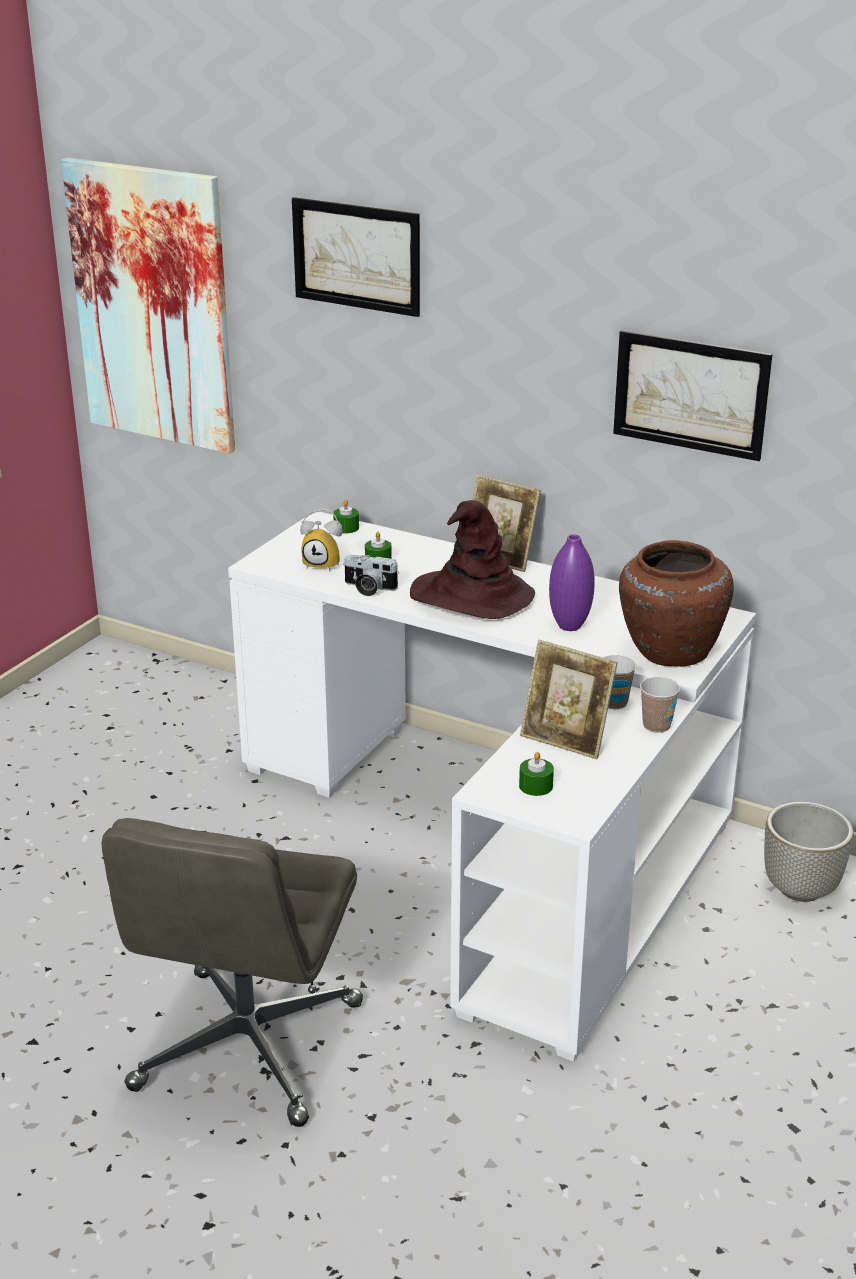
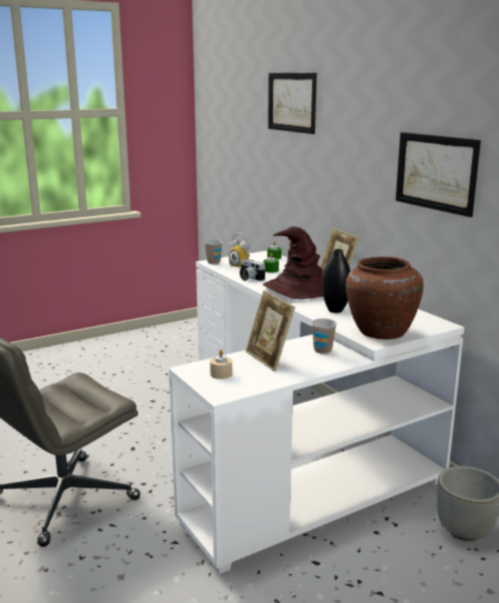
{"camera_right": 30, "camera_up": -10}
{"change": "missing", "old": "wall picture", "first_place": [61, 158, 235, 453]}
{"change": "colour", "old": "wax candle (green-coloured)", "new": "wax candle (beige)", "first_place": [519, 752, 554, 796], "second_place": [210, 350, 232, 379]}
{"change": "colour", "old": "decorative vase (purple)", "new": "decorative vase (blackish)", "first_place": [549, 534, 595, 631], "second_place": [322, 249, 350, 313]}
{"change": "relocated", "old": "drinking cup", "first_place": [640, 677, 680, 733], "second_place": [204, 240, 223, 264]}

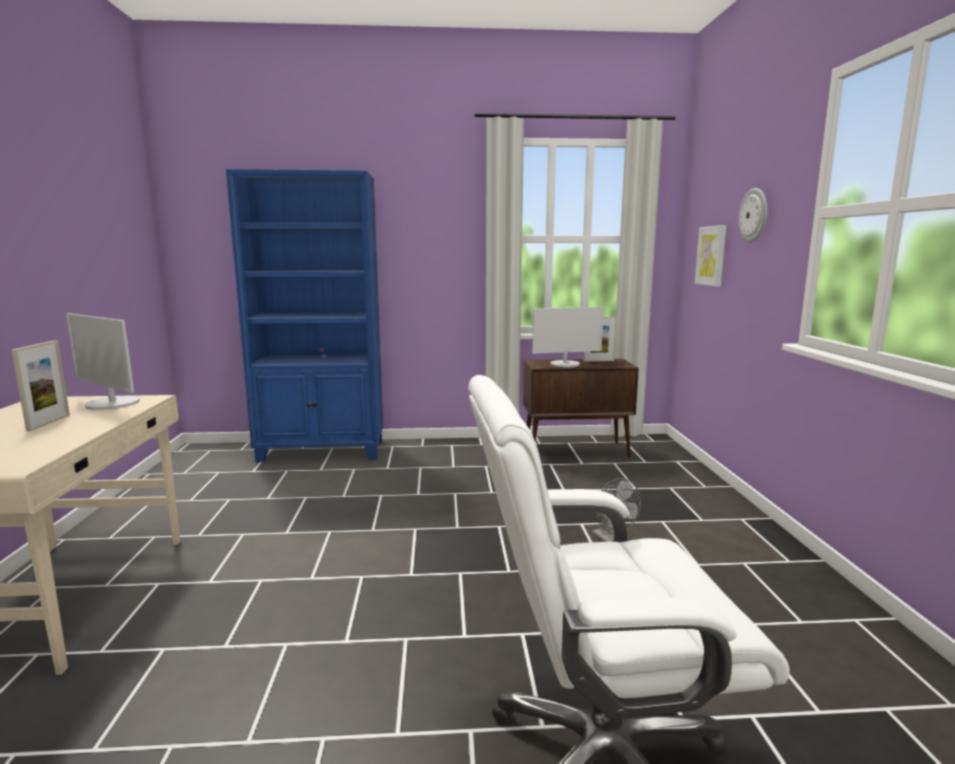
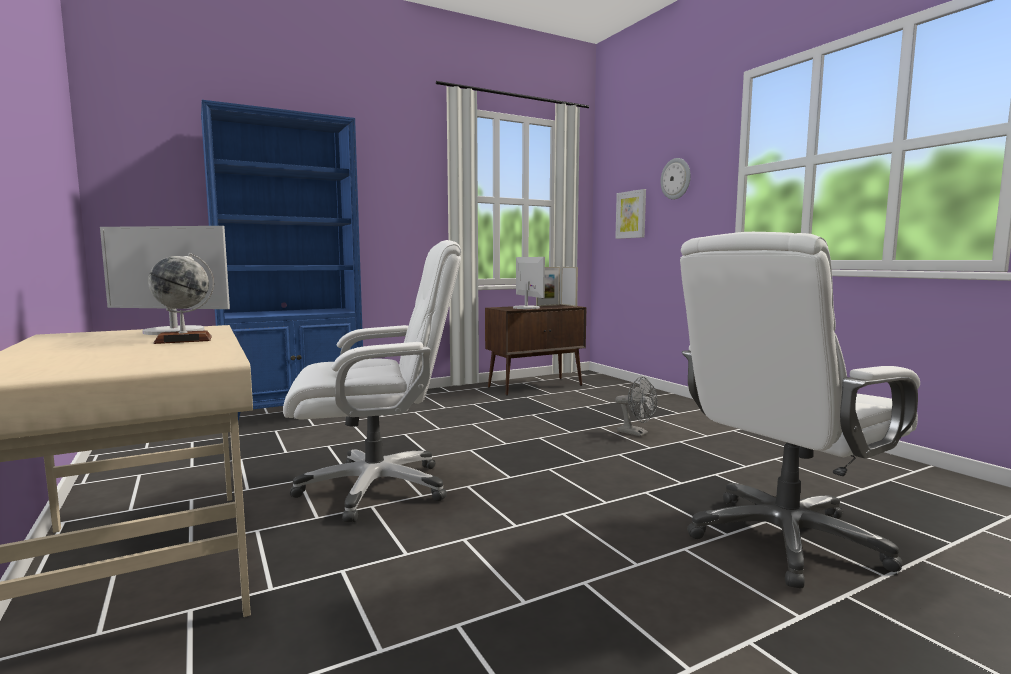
{"camera_right": -25, "camera_up": -5}
{"change": "relocated", "old": "picture frame", "first_place": [11, 340, 70, 431], "second_place": [561, 267, 578, 307]}
{"change": "spun", "old": "computer display", "first_place": [532, 307, 604, 367], "second_place": [513, 257, 545, 309], "degrees": -75}
{"change": "appeared", "new": "world globe", "second_place": [148, 253, 214, 344]}
{"change": "appeared", "new": "computer chair (whitish)", "second_place": [283, 240, 461, 522]}

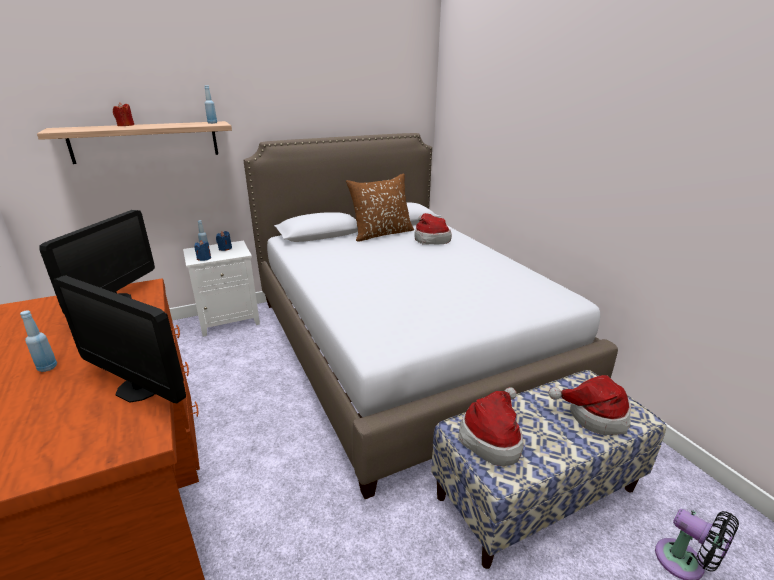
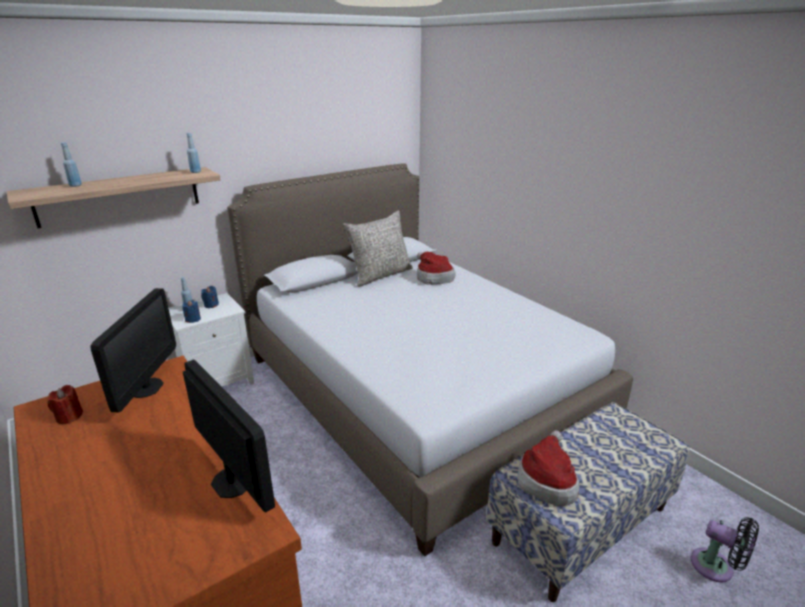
{"camera_right": -10, "camera_up": 0}
{"change": "relocated", "old": "bottle (blue-coloured)", "first_place": [20, 310, 57, 372], "second_place": [61, 142, 82, 187]}
{"change": "spun", "old": "computer display", "first_place": [53, 275, 186, 403], "second_place": [183, 359, 275, 513], "degrees": -150}
{"change": "relocated", "old": "wax candle (red)", "first_place": [113, 103, 134, 126], "second_place": [48, 385, 83, 424]}
{"change": "colour", "old": "throw pillow (brown-coloured)", "new": "throw pillow (greyish)", "first_place": [346, 173, 414, 241], "second_place": [343, 210, 413, 286]}
{"change": "missing", "old": "clothing hat", "first_place": [549, 375, 631, 435]}

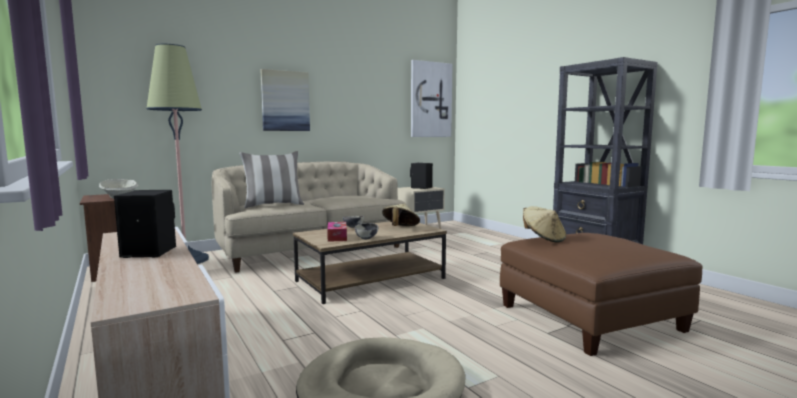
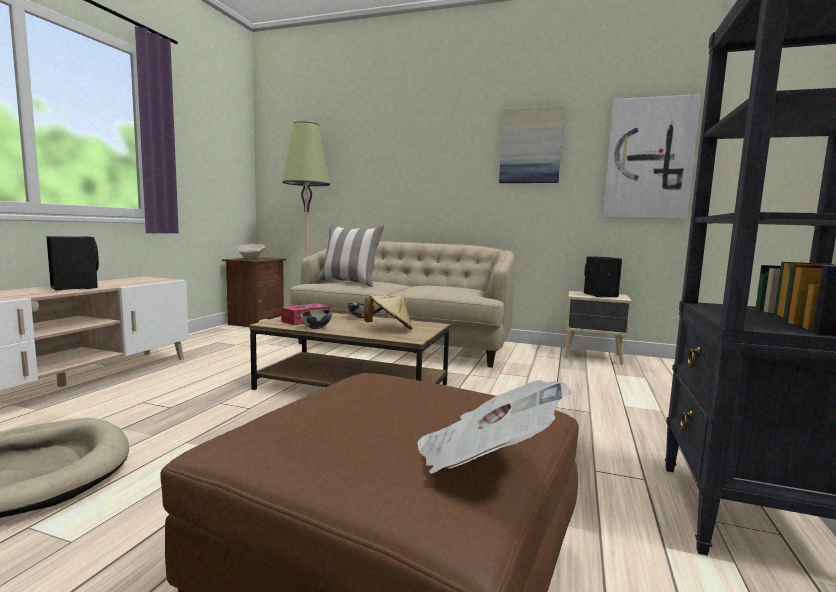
{"camera_right": 50, "camera_up": 0}
{"change": "relocated", "old": "wall picture", "first_place": [260, 69, 310, 131], "second_place": [499, 105, 564, 183]}
{"change": "missing", "old": "clothing hat (beige)", "first_place": [523, 206, 566, 242]}
{"change": "appeared", "new": "daily paper", "second_place": [417, 380, 571, 474]}

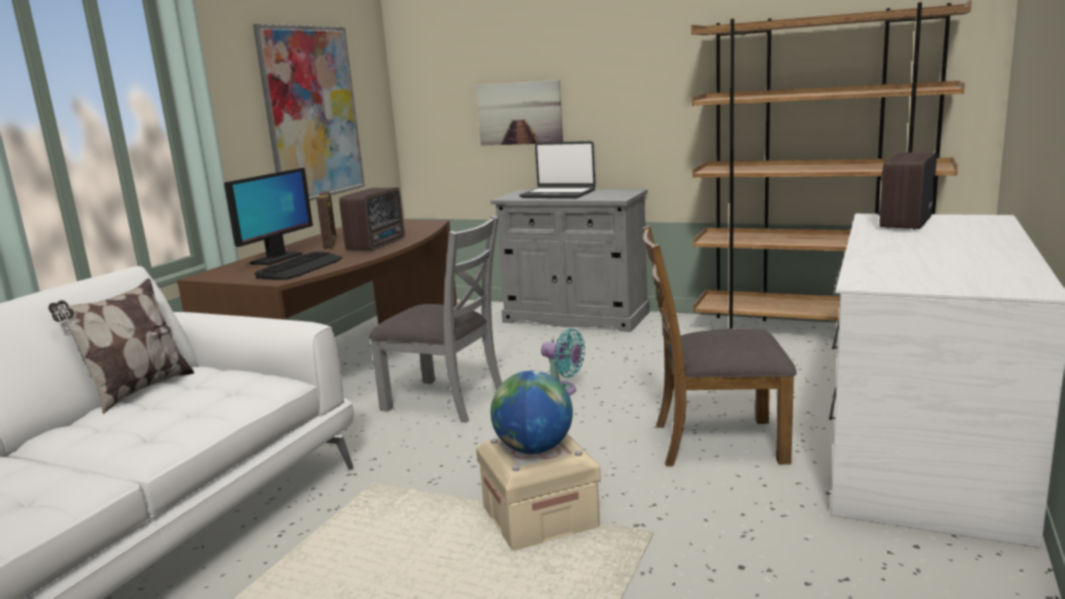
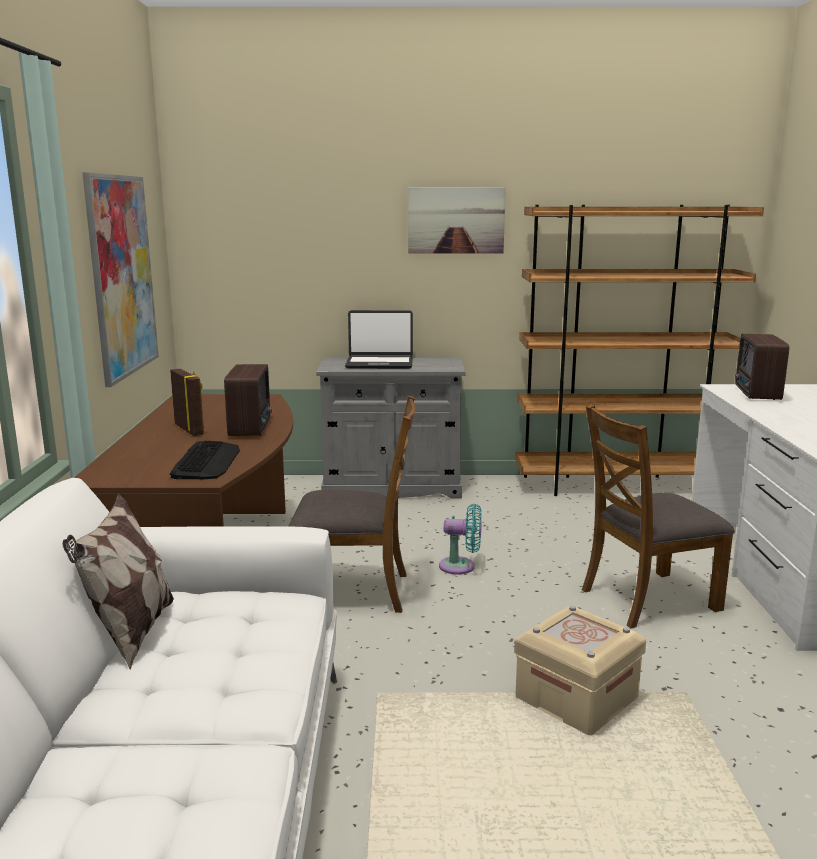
{"camera_right": -25, "camera_up": 0}
{"change": "missing", "old": "computer display", "first_place": [224, 168, 313, 265]}
{"change": "colour", "old": "upright chair (greyish)", "new": "upright chair (brown-coloured)", "first_place": [369, 216, 502, 423], "second_place": [288, 395, 416, 613]}
{"change": "relocated", "old": "wall picture", "first_place": [476, 80, 563, 145], "second_place": [408, 187, 506, 253]}
{"change": "missing", "old": "world globe", "first_place": [491, 371, 573, 454]}

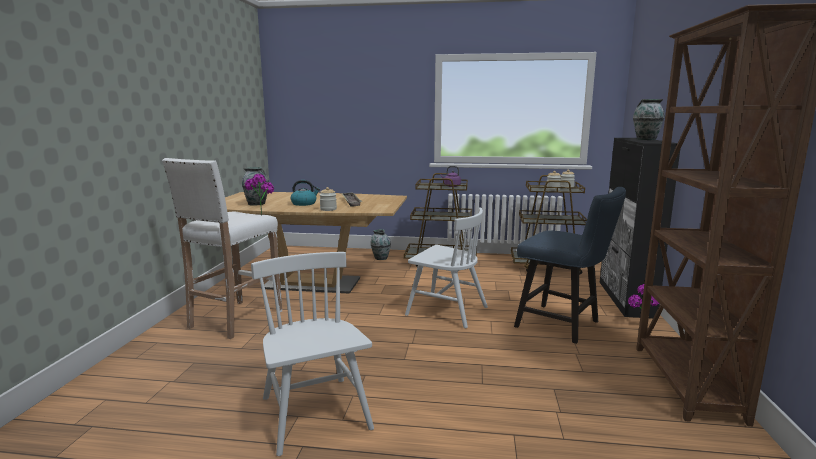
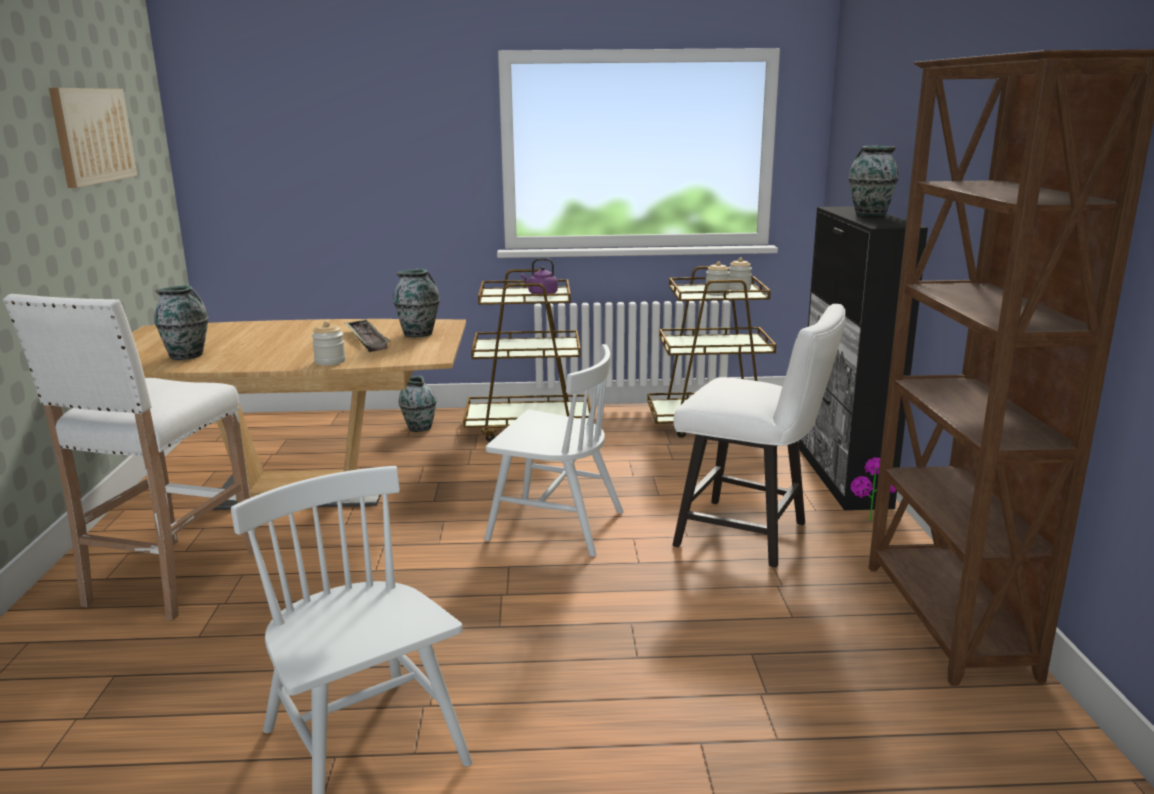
{"camera_right": -10, "camera_up": 5}
{"change": "missing", "old": "plant in a pot", "first_place": [245, 174, 274, 215]}
{"change": "missing", "old": "kettle", "first_place": [291, 180, 320, 206]}
{"change": "colour", "old": "upright chair (blue-coloured)", "new": "upright chair (whitish)", "first_place": [514, 187, 626, 344], "second_place": [673, 304, 846, 567]}
{"change": "appeared", "new": "wall picture", "second_place": [49, 88, 137, 188]}
{"change": "appeared", "new": "decorative vase", "second_place": [393, 269, 440, 337]}

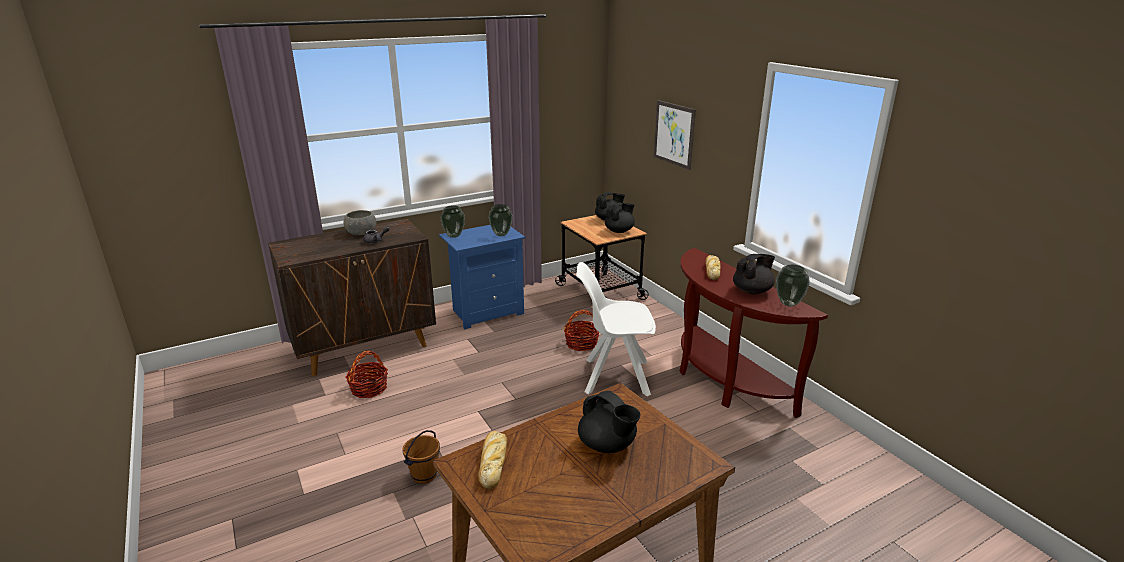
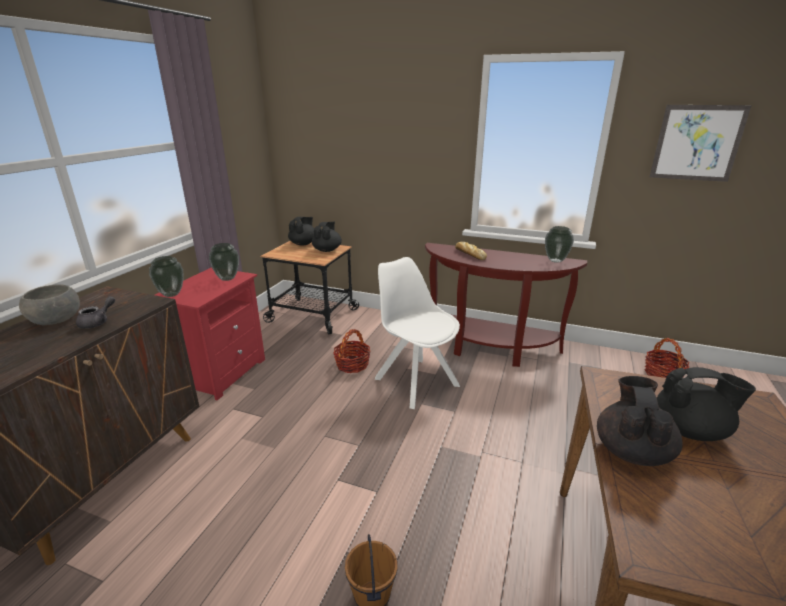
{"camera_right": -40, "camera_up": 0}
{"change": "relocated", "old": "household basket", "first_place": [346, 351, 388, 398], "second_place": [644, 338, 689, 378]}
{"change": "colour", "old": "bedside table (blue-coloured)", "new": "bedside table (red)", "first_place": [439, 225, 525, 329], "second_place": [155, 267, 265, 400]}
{"change": "missing", "old": "bakery bread", "first_place": [478, 431, 507, 489]}
{"change": "spun", "old": "upright chair (whitish)", "first_place": [576, 262, 656, 396], "second_place": [375, 257, 460, 409], "degrees": 90}
{"change": "relocated", "old": "wall picture", "first_place": [654, 100, 696, 170], "second_place": [650, 105, 752, 182]}
{"change": "relocated", "old": "tea pot (blackish)", "first_place": [733, 254, 775, 294], "second_place": [597, 376, 683, 466]}

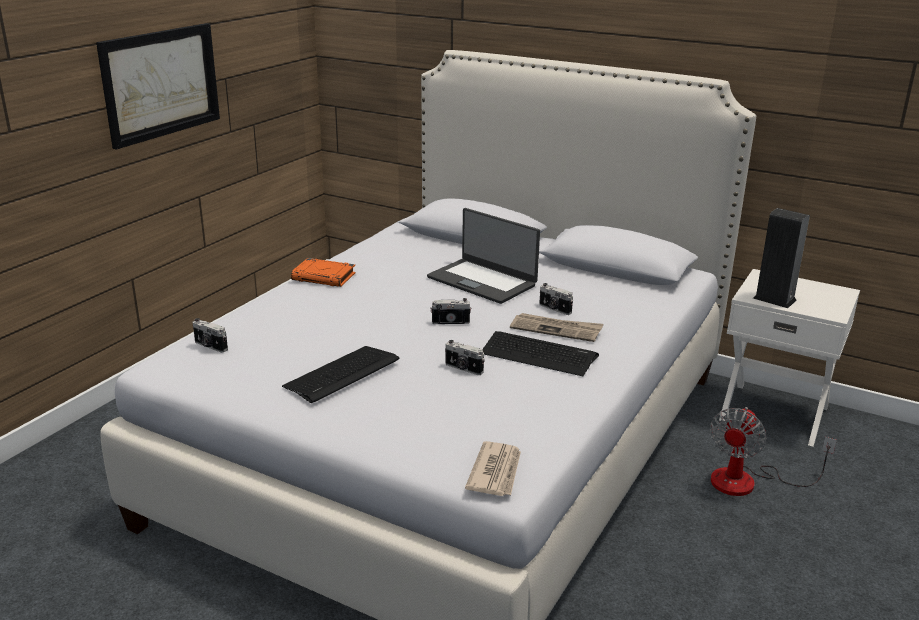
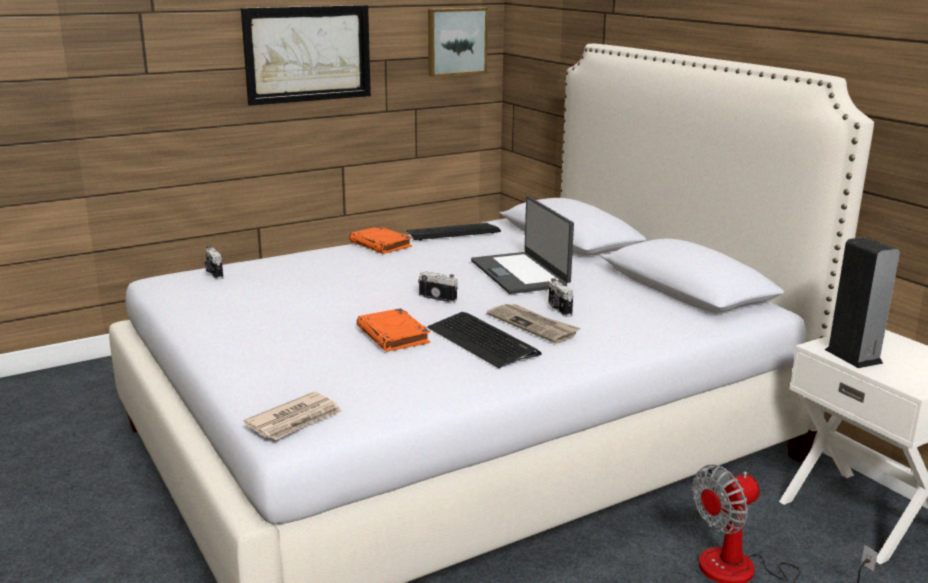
{"camera_right": 30, "camera_up": -5}
{"change": "relocated", "old": "keyboard", "first_place": [282, 346, 400, 403], "second_place": [406, 223, 501, 240]}
{"change": "exchanged", "old": "still camera", "new": "book (orange)", "first_place": [445, 340, 484, 375], "second_place": [357, 308, 430, 352]}
{"change": "appeared", "new": "wall picture", "second_place": [428, 8, 488, 77]}

